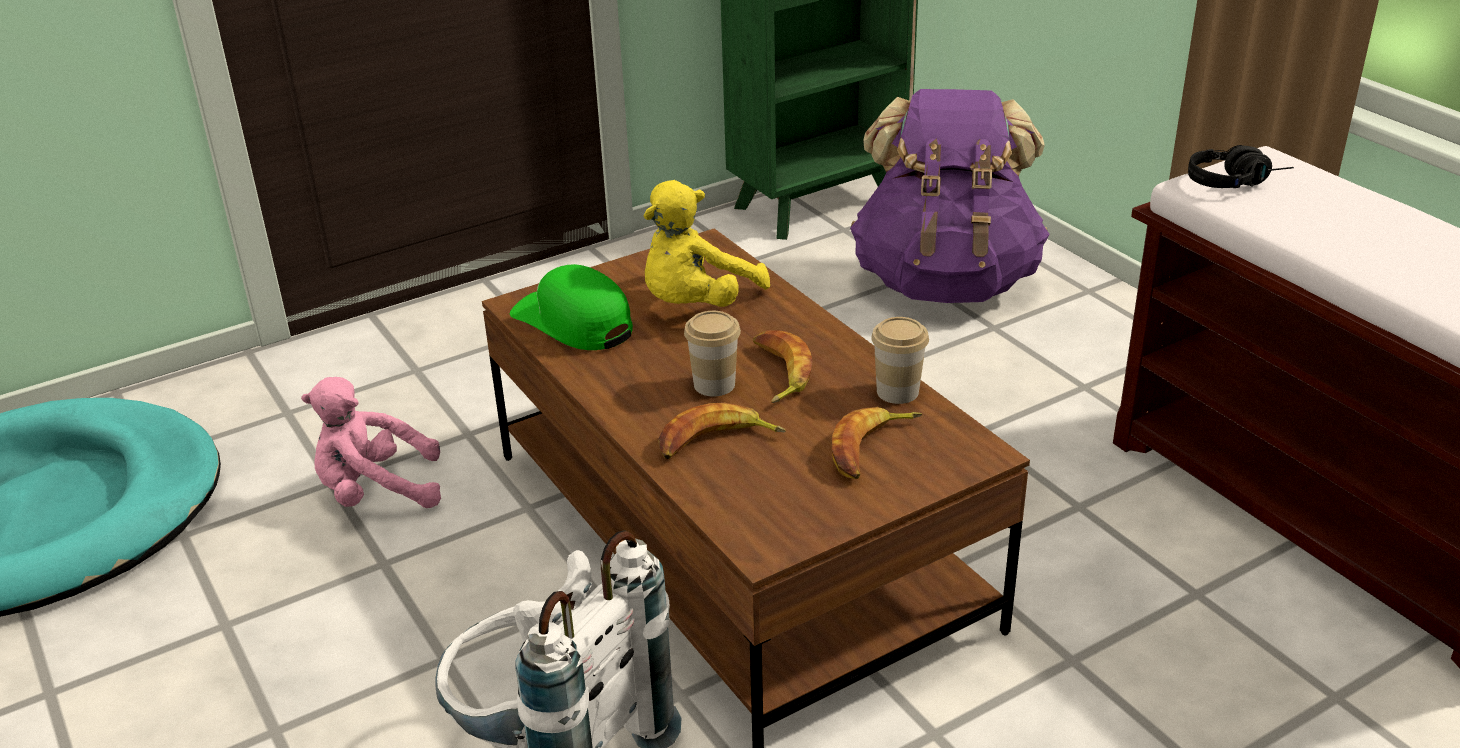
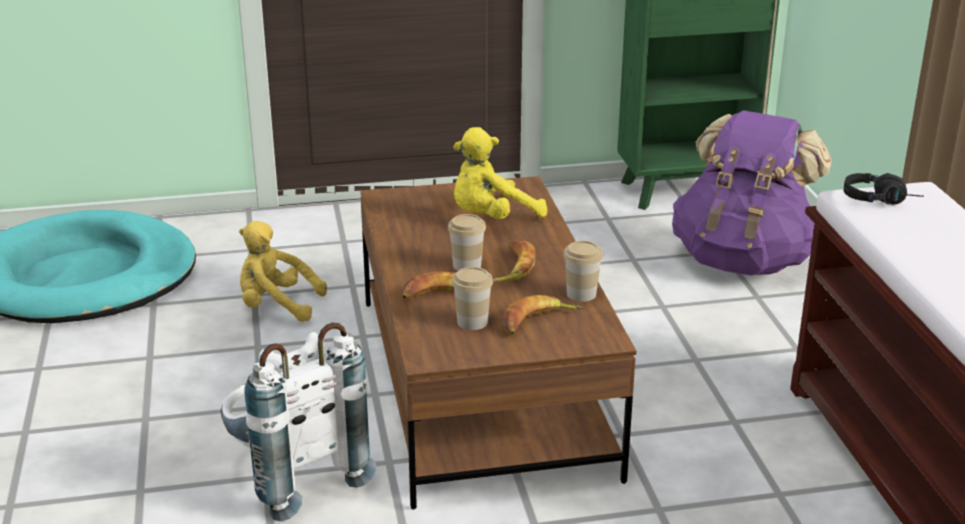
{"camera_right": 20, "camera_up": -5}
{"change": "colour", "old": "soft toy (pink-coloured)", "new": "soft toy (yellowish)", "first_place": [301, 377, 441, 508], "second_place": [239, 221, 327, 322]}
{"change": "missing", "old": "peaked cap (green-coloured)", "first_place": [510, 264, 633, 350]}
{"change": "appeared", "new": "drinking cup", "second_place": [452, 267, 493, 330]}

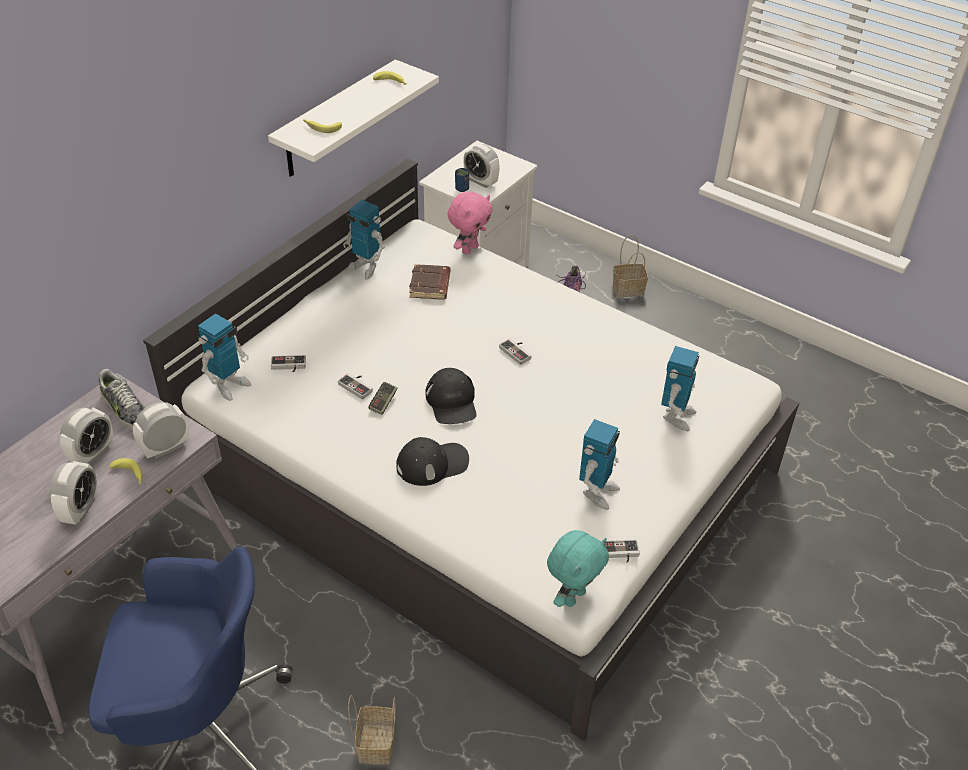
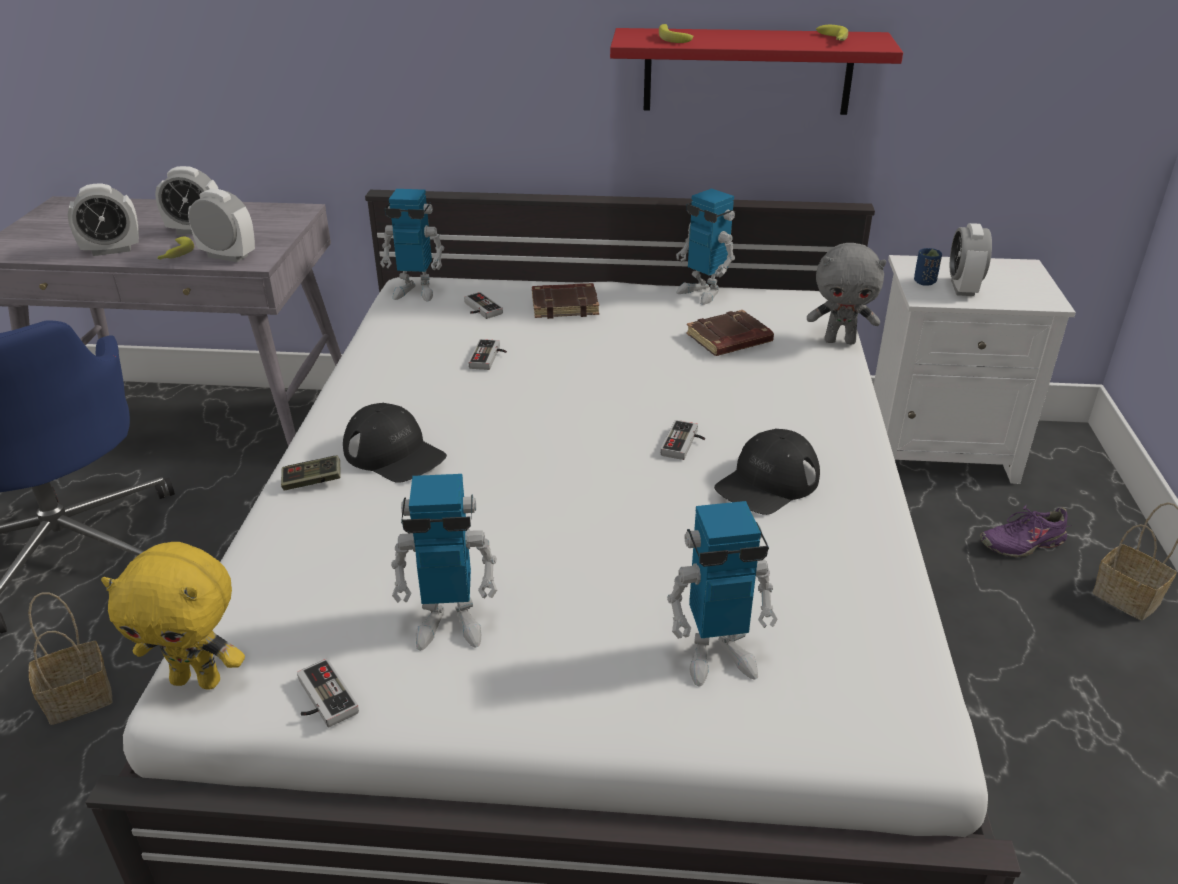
{"camera_right": 60, "camera_up": -10}
{"change": "missing", "old": "low shoe", "first_place": [99, 369, 146, 430]}
{"change": "colour", "old": "bracket shelf (whitish)", "new": "bracket shelf (red)", "first_place": [268, 59, 439, 177], "second_place": [610, 28, 903, 115]}
{"change": "spun", "old": "toy robot", "first_place": [343, 200, 385, 280], "second_place": [676, 188, 735, 305], "degrees": -45}
{"change": "relocated", "old": "joypad", "first_place": [369, 382, 397, 415], "second_place": [281, 455, 341, 491]}
{"change": "relocated", "old": "peaked cap (blackish)", "first_place": [425, 368, 477, 424], "second_place": [714, 428, 820, 515]}
{"change": "colour", "old": "soft toy (pink-coloured)", "new": "soft toy (greyish)", "first_place": [448, 192, 492, 255], "second_place": [807, 243, 886, 344]}
{"change": "colour", "old": "soft toy (turquoise)", "new": "soft toy (yellowish)", "first_place": [547, 530, 609, 607], "second_place": [101, 542, 245, 690]}
{"change": "appeared", "new": "book (brown-coloured)", "second_place": [532, 283, 599, 319]}

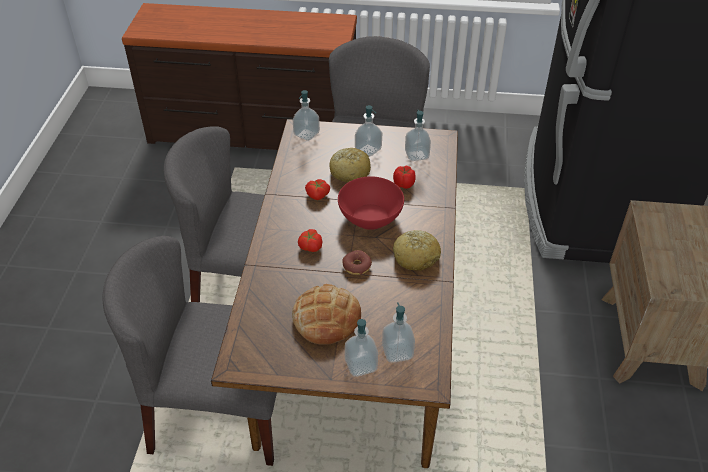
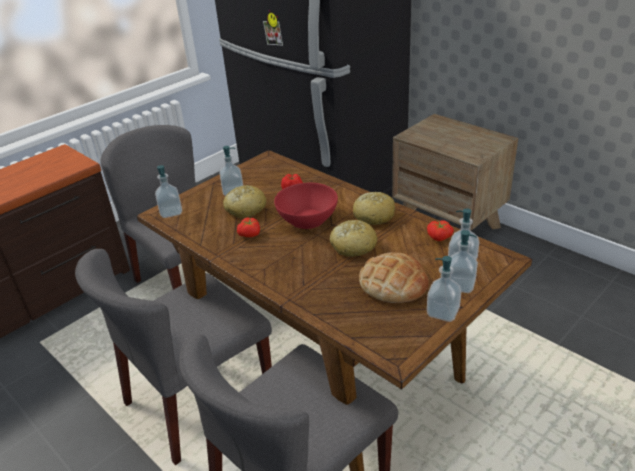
{"camera_right": -50, "camera_up": -10}
{"change": "relocated", "old": "whole tomato", "first_place": [298, 229, 323, 252], "second_place": [427, 220, 454, 241]}
{"change": "exchanged", "old": "ring doughnut", "new": "bakery bread", "first_place": [342, 250, 372, 275], "second_place": [330, 220, 378, 257]}
{"change": "relocated", "old": "liquid soap bottle", "first_place": [405, 110, 431, 161], "second_place": [427, 256, 461, 322]}

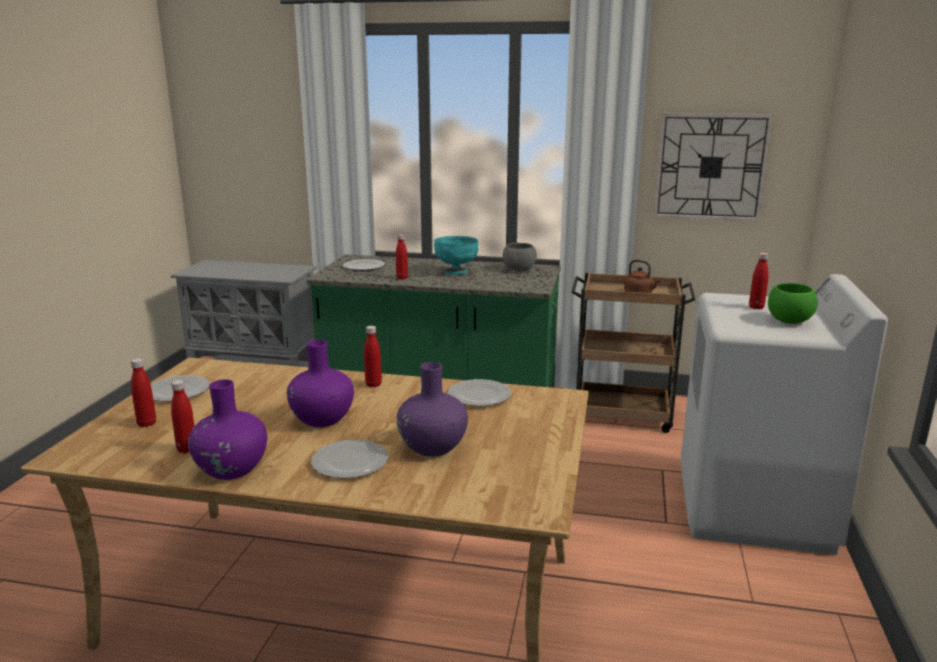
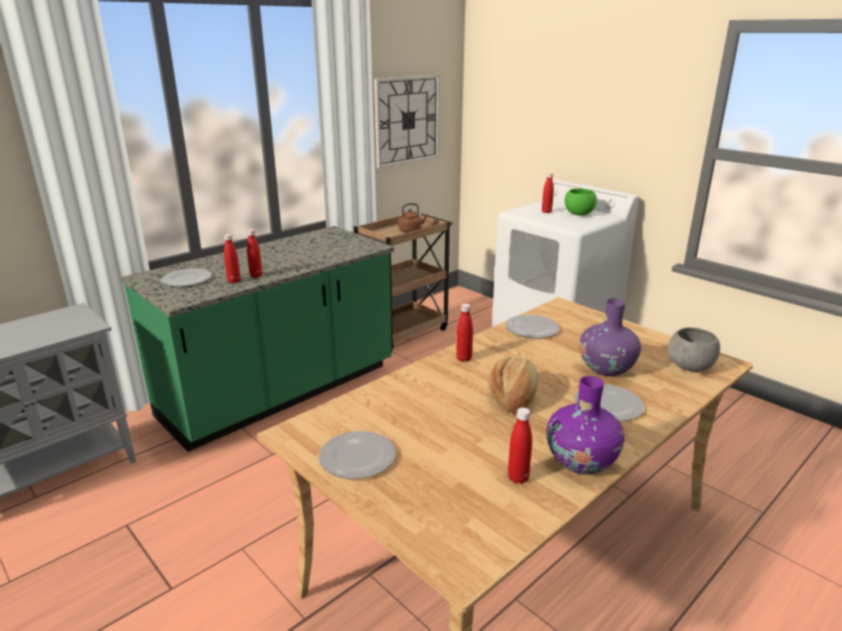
{"camera_right": -55, "camera_up": 5}
{"change": "relocated", "old": "bottle (red)", "first_place": [131, 358, 156, 427], "second_place": [224, 234, 240, 283]}
{"change": "exchanged", "old": "decorative vase (purple)", "new": "bakery bread", "first_place": [287, 340, 354, 427], "second_place": [488, 356, 538, 413]}
{"change": "missing", "old": "serving bowl (turquoise)", "first_place": [434, 236, 479, 275]}
{"change": "relocated", "old": "serving bowl (greyish)", "first_place": [503, 243, 537, 271], "second_place": [668, 327, 720, 372]}

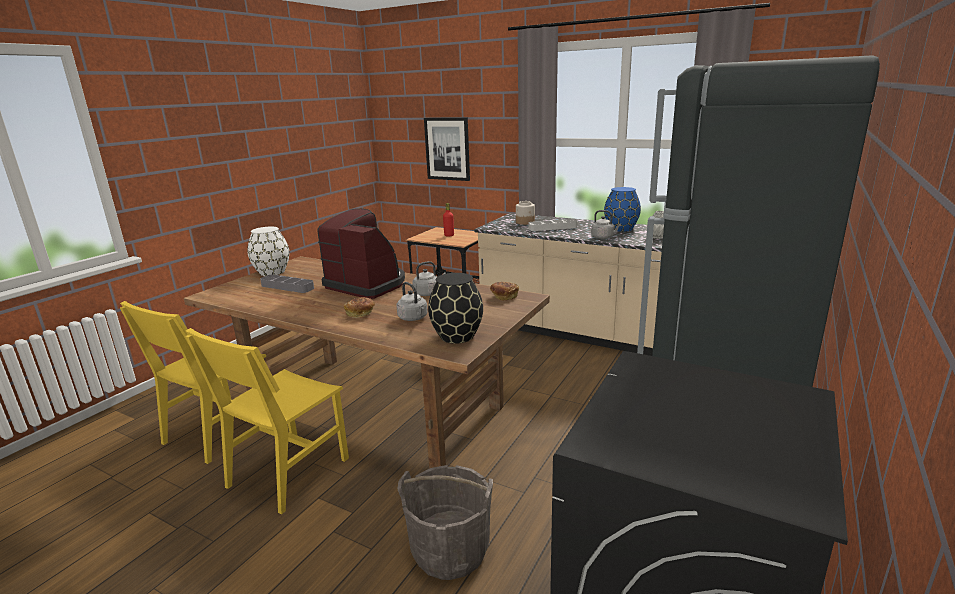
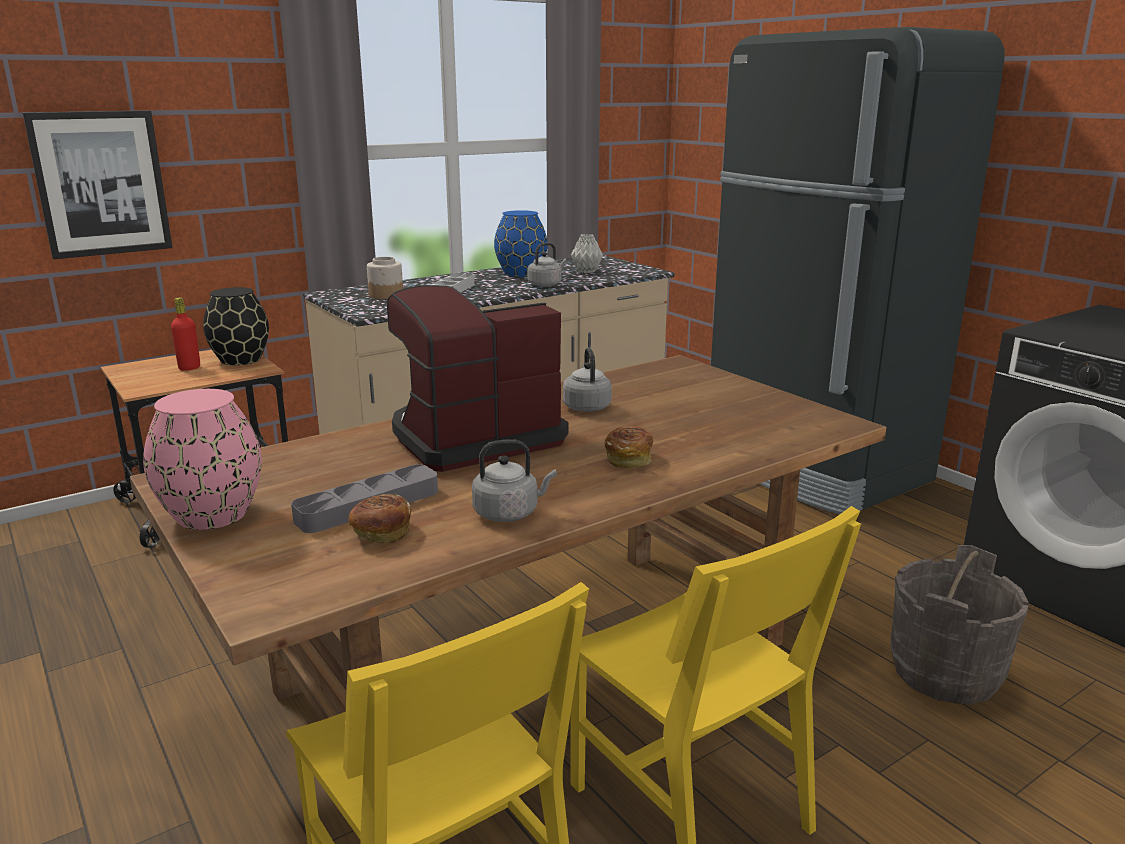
{"camera_right": -65, "camera_up": 0}
{"change": "colour", "old": "decorative vase (whitish)", "new": "decorative vase (pink-coloured)", "first_place": [247, 227, 289, 276], "second_place": [143, 389, 262, 530]}
{"change": "relocated", "old": "kettle (greyish)", "first_place": [396, 282, 428, 321], "second_place": [472, 439, 557, 522]}
{"change": "relocated", "old": "decorative vase (blackish)", "first_place": [428, 273, 483, 344], "second_place": [203, 287, 269, 365]}
{"change": "relocated", "old": "bakery bread", "first_place": [490, 282, 519, 301], "second_place": [348, 494, 412, 543]}

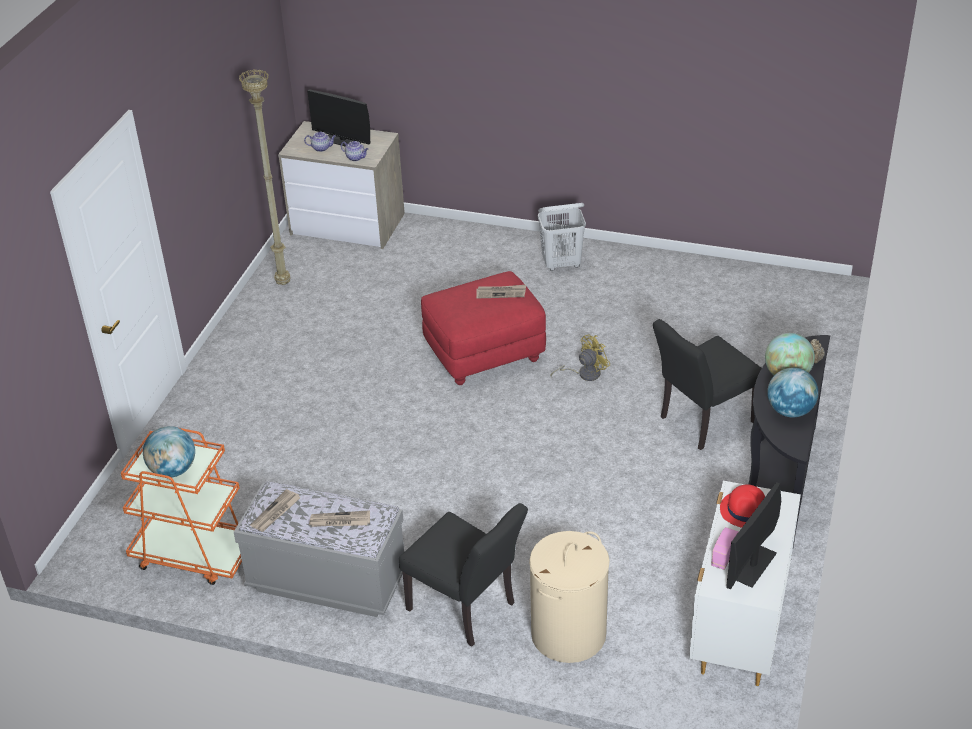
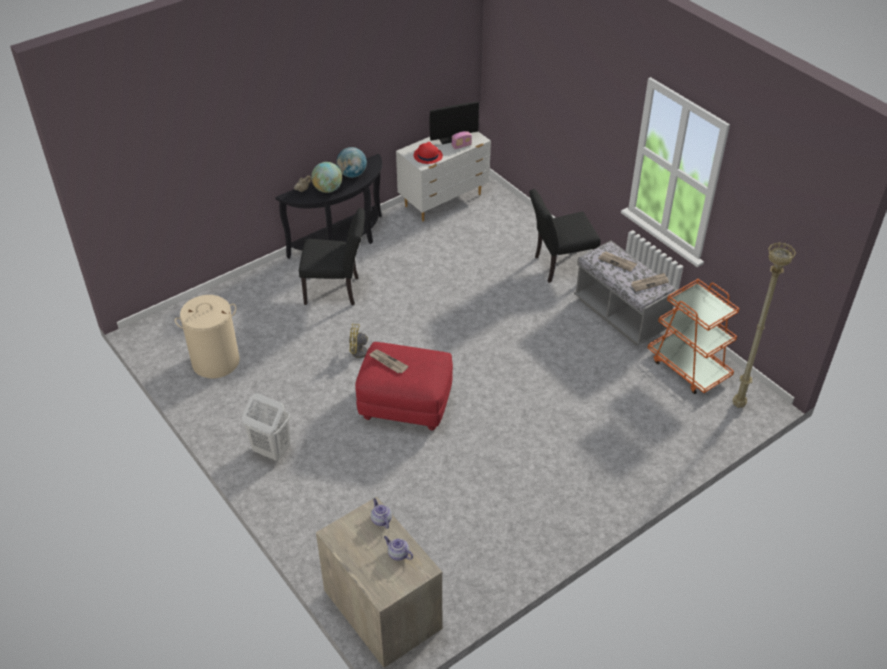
{"camera_right": -145, "camera_up": 5}
{"change": "missing", "old": "world globe", "first_place": [143, 426, 195, 478]}
{"change": "relocated", "old": "standard lamp (beige)", "first_place": [239, 69, 291, 285], "second_place": [733, 242, 796, 408]}
{"change": "missing", "old": "computer display", "first_place": [307, 89, 370, 147]}
{"change": "spun", "old": "upright chair (blackish)", "first_place": [399, 503, 528, 647], "second_place": [529, 189, 601, 283], "degrees": -90}
{"change": "relocated", "old": "hamper (beige)", "first_place": [529, 531, 610, 663], "second_place": [175, 295, 240, 378]}

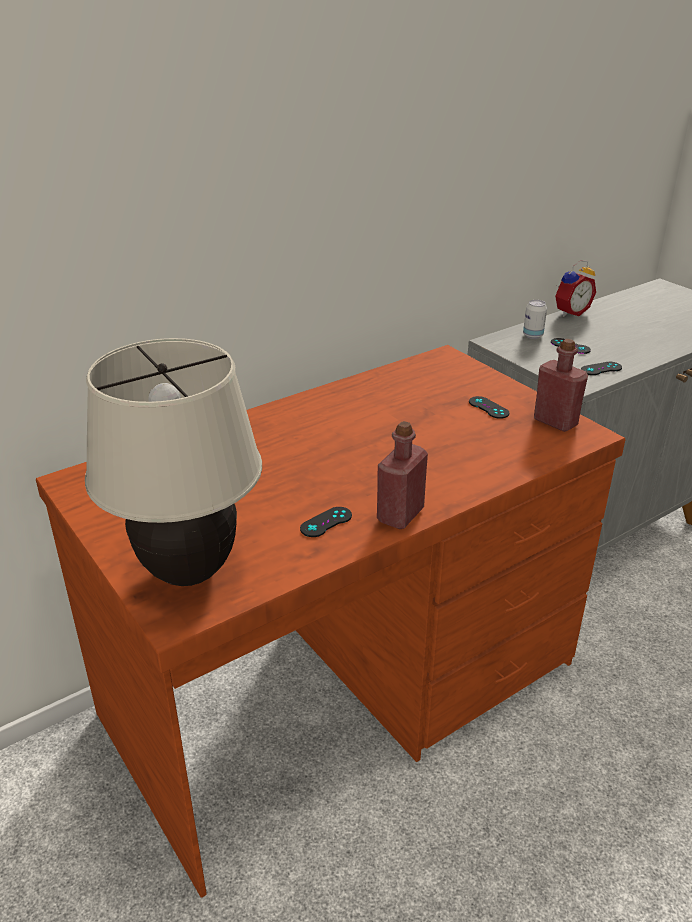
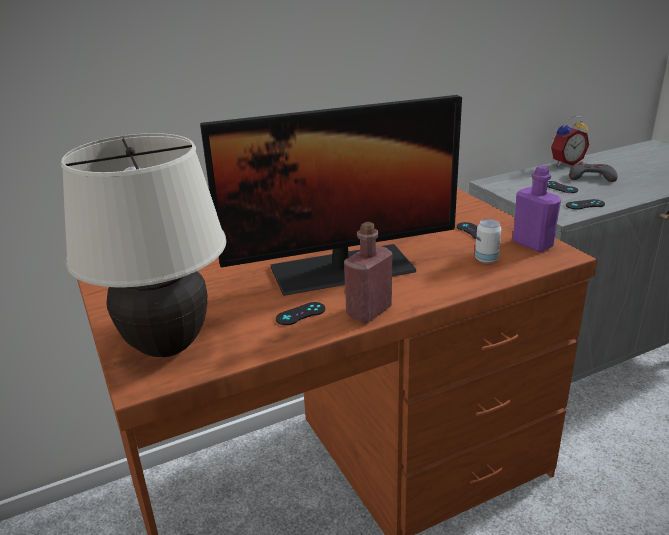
{"camera_right": 10, "camera_up": -5}
{"change": "relocated", "old": "can", "first_place": [523, 300, 547, 339], "second_place": [475, 219, 501, 264]}
{"change": "colour", "old": "bottle (red)", "new": "bottle (purple)", "first_place": [534, 339, 588, 432], "second_place": [513, 166, 561, 252]}
{"change": "appeared", "new": "computer display", "second_place": [200, 95, 462, 296]}
{"change": "appeared", "new": "joypad (greyish)", "second_place": [569, 162, 617, 182]}

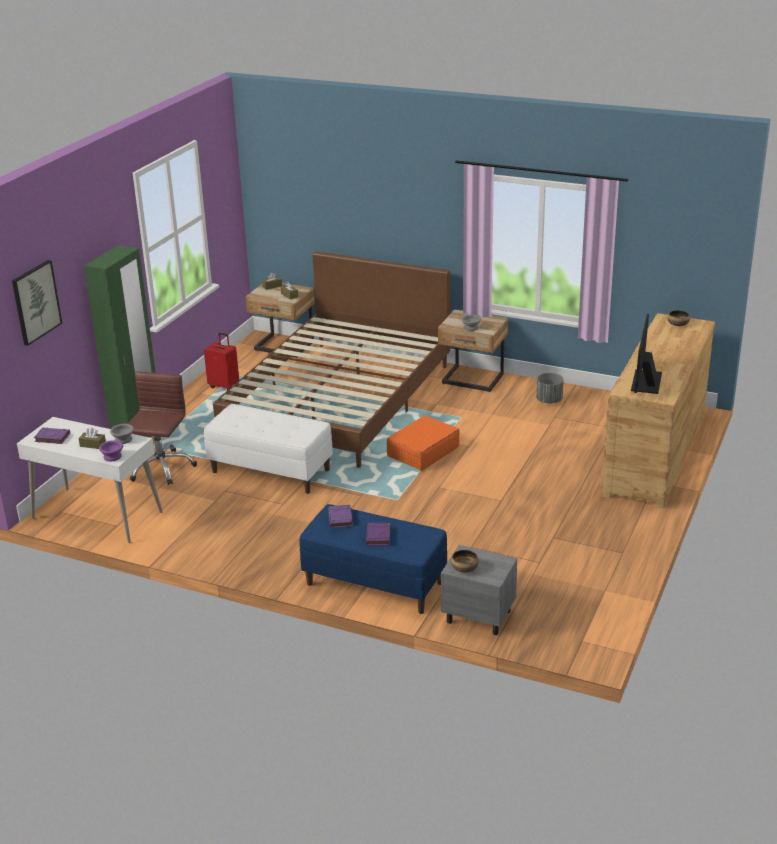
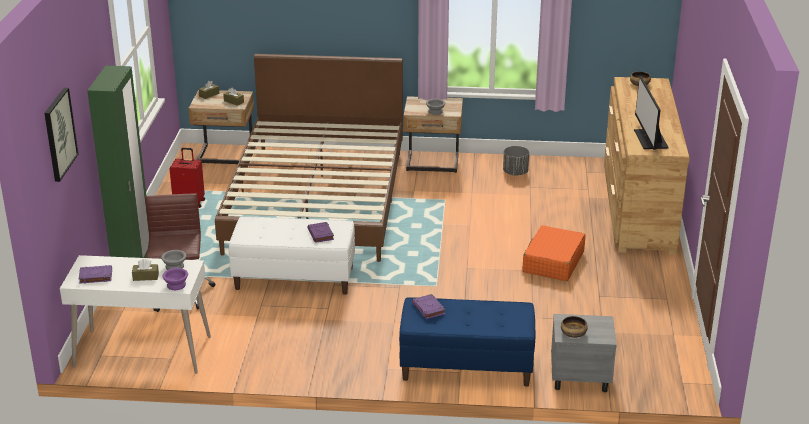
{"camera_right": -20, "camera_up": 0}
{"change": "relocated", "old": "book (purple)", "first_place": [366, 523, 390, 546], "second_place": [307, 222, 334, 243]}
{"change": "relocated", "old": "piece of luggage (orange)", "first_place": [387, 415, 460, 471], "second_place": [523, 225, 585, 281]}

